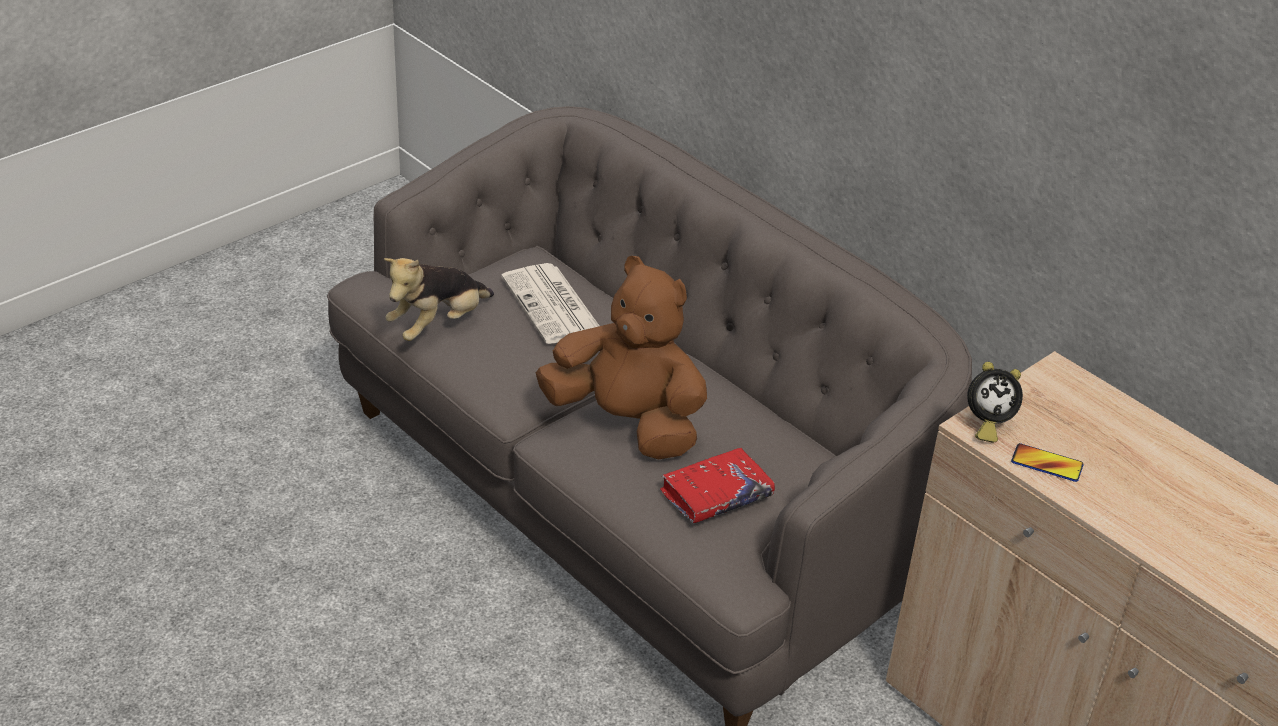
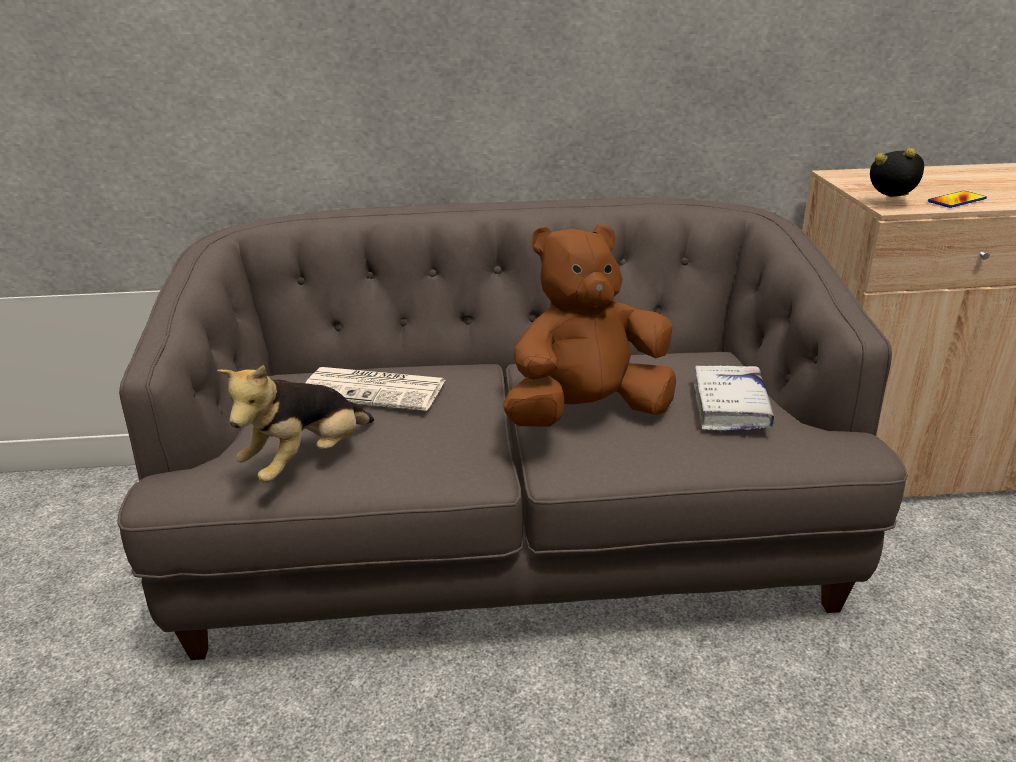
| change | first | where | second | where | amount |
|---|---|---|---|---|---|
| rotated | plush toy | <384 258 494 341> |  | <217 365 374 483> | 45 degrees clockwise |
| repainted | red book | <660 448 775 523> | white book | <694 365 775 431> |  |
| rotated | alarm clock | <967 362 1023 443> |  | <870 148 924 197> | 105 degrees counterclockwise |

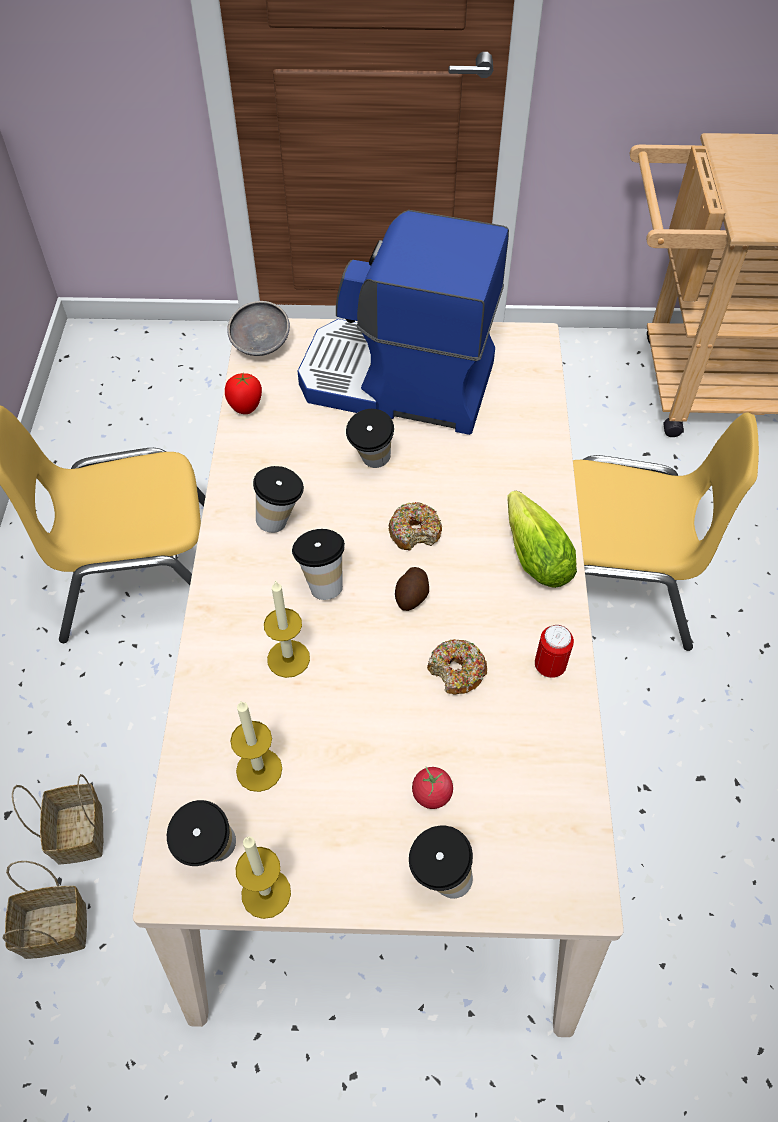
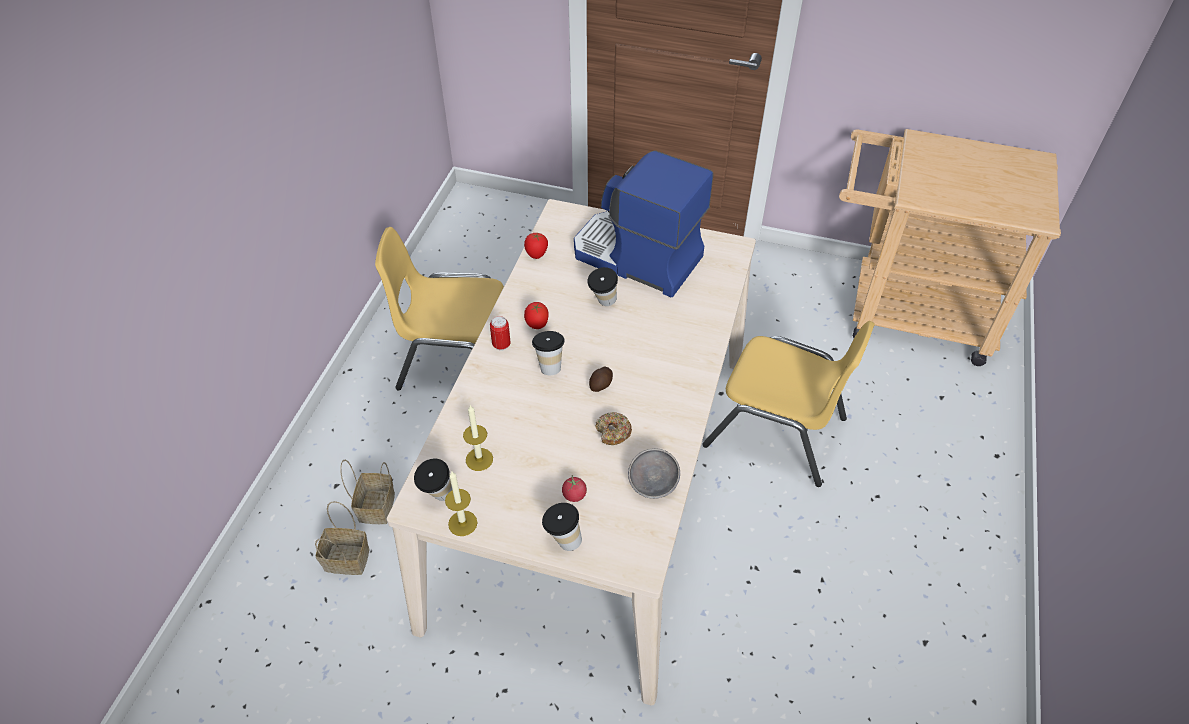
| change | first | where | second | where | amount |
|---|---|---|---|---|---|
| shifted | can | <535 625 574 678> |  | <490 316 510 351> |  |
| swapped | cup | <253 466 304 533> | tomato | <524 302 549 329> |  |
| shifted | grey bowl | <227 301 290 356> |  | <628 448 680 499> |  |
| gone | candle | <264 580 310 678> |  |  |  |
| gone | donut | <388 502 442 551> |  |  |  |
| gone | lettuce | <508 491 577 588> |  |  |  |

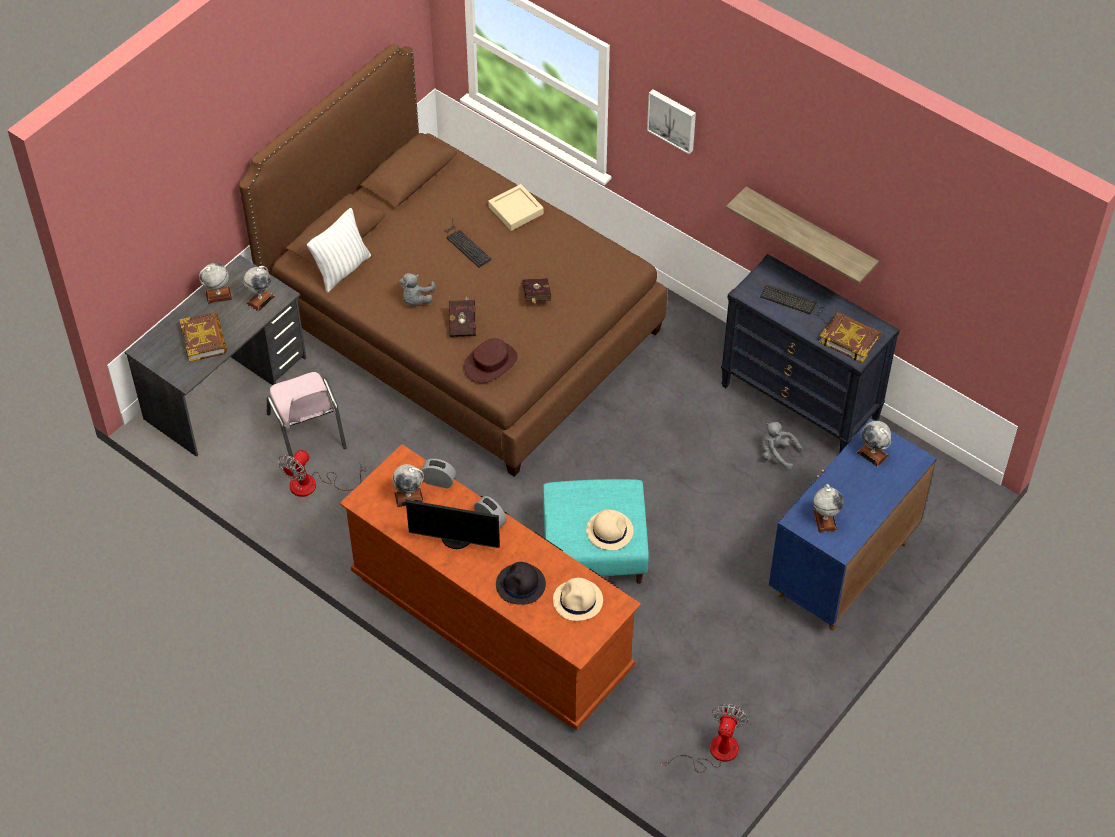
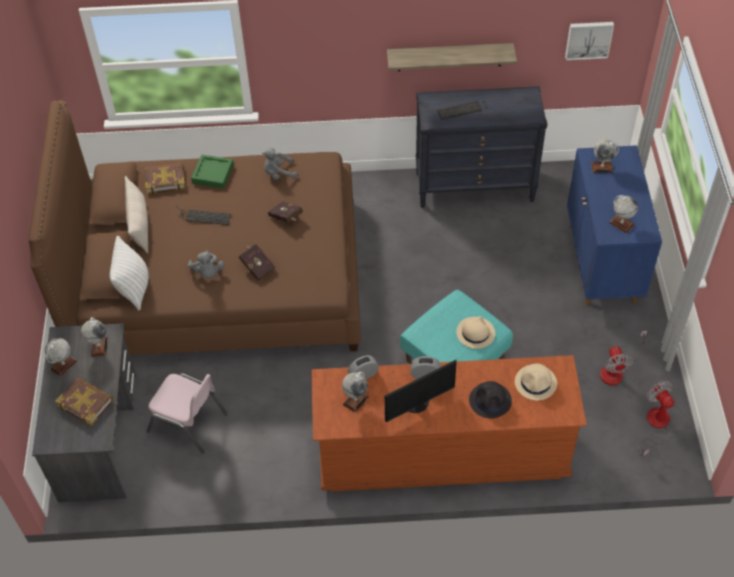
| change | first | where | second | where | amount |
|---|---|---|---|---|---|
| new |  |  | beige pillow | <125 176 148 254> |  |
| shifted | book | <819 312 881 363> |  | <145 163 186 194> |  |
| repainted | beige tray | <488 184 544 231> | green tray | <191 155 234 189> |  |
| shifted | grey plush toy | <762 422 803 471> |  | <262 147 298 180> |  |
| shifted | picture | <647 89 696 154> |  | <565 22 614 60> |  |
| shifted | fan | <278 450 366 497> |  | <600 331 647 385> |  |
| gone | brown hat | <464 338 518 383> |  |  |  |

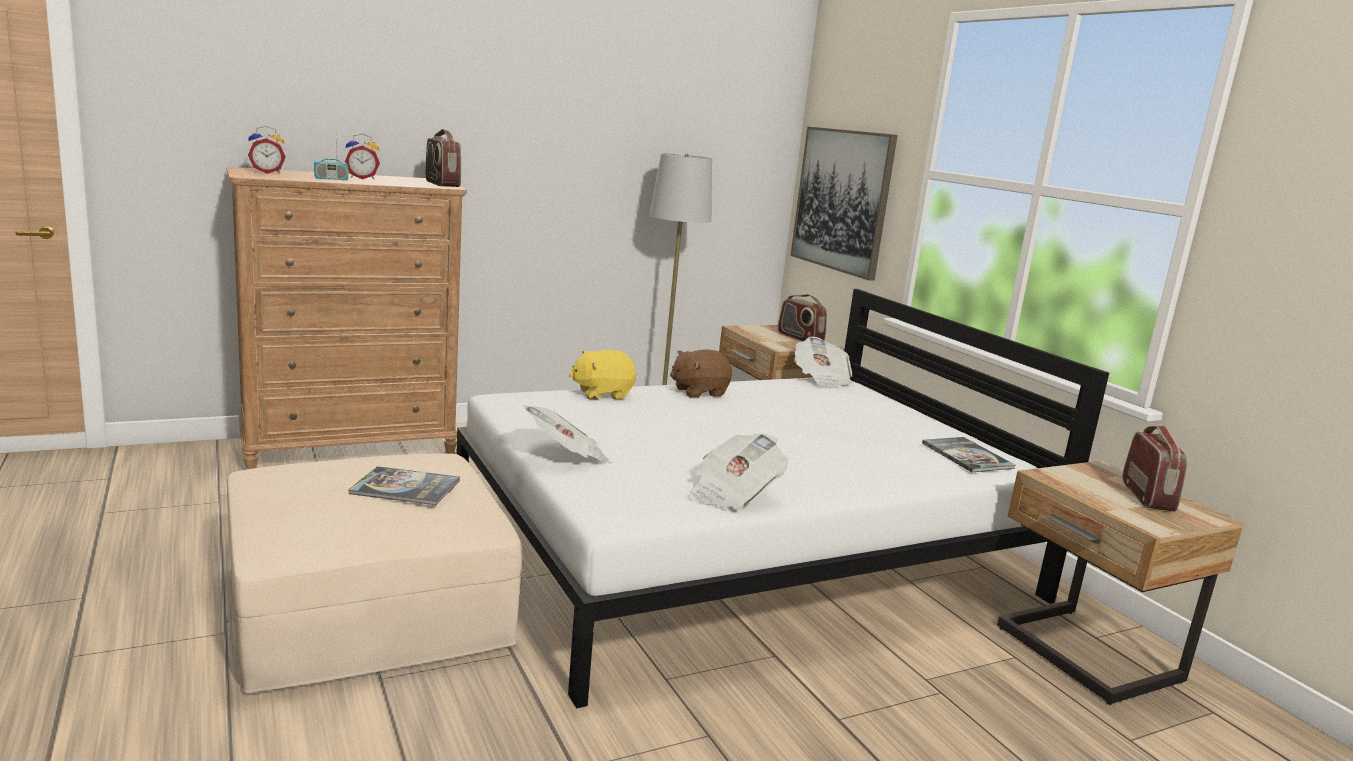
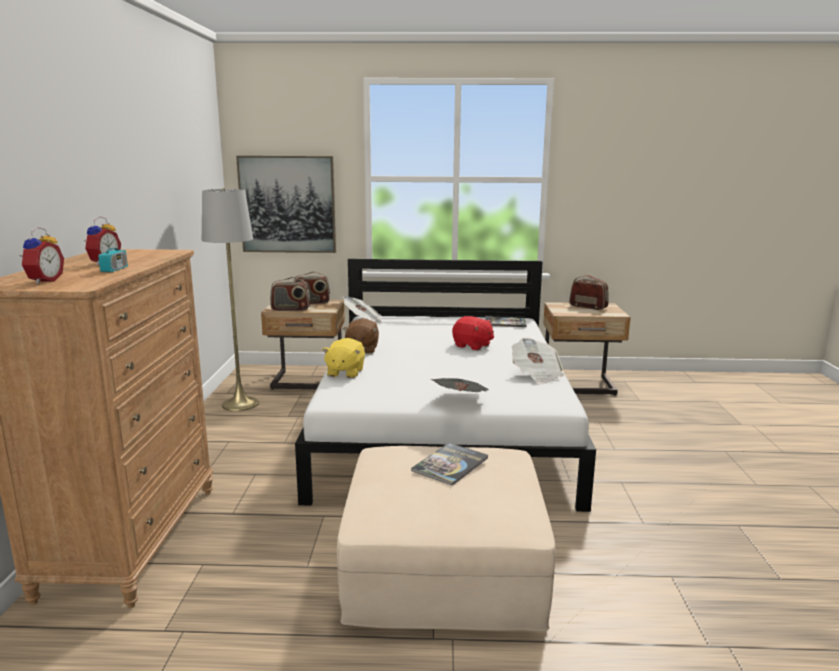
| change | first | where | second | where | amount |
|---|---|---|---|---|---|
| shifted | radio | <426 129 461 187> |  | <270 277 310 311> |  |
| new |  |  | red plush toy | <452 316 494 351> |  |

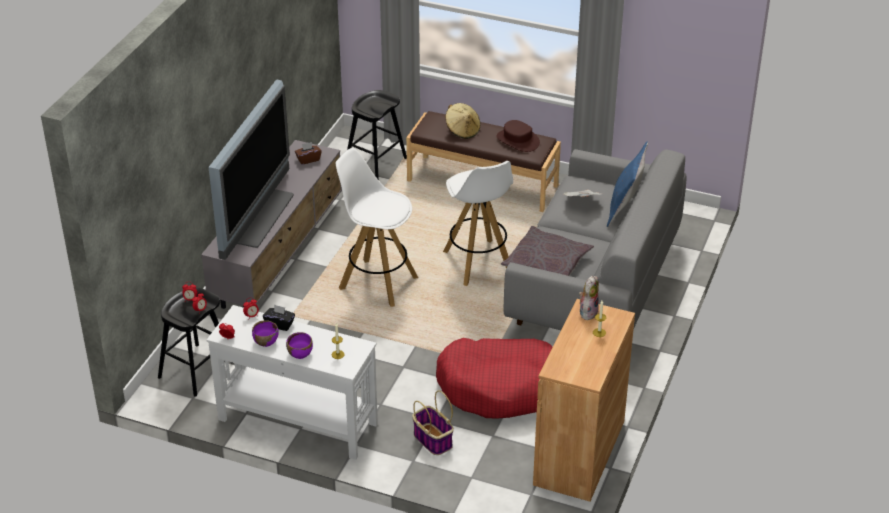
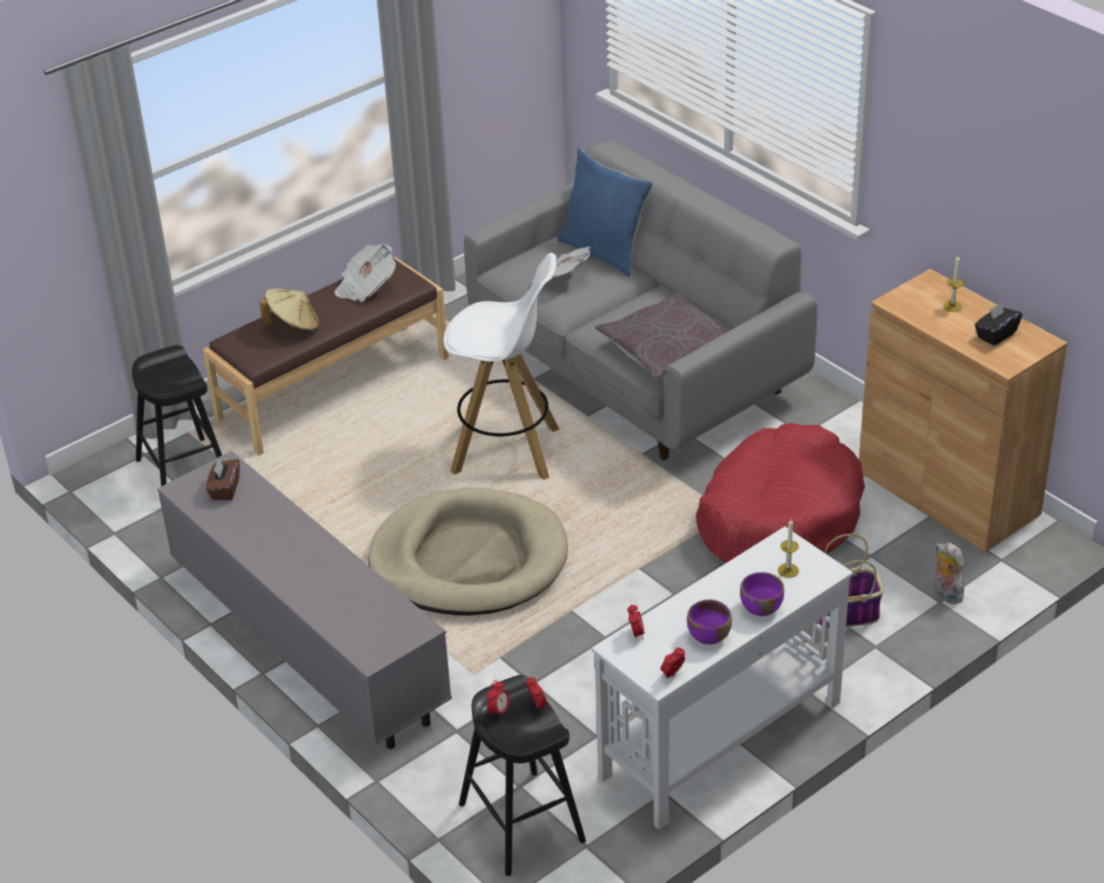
| change | first | where | second | where | amount |
|---|---|---|---|---|---|
| swapped | brown hat | <496 120 540 152> | newspaper | <334 244 396 302> |  |
| swapped | white stool | <335 148 418 307> | beige dog bed | <368 487 568 616> |  |
| shifted | plush toy | <579 276 599 320> |  | <934 542 964 604> |  |
| shifted | black tissue box | <263 304 295 331> |  | <975 302 1022 346> |  |
| gone | television | <209 79 294 260> |  |  |  |

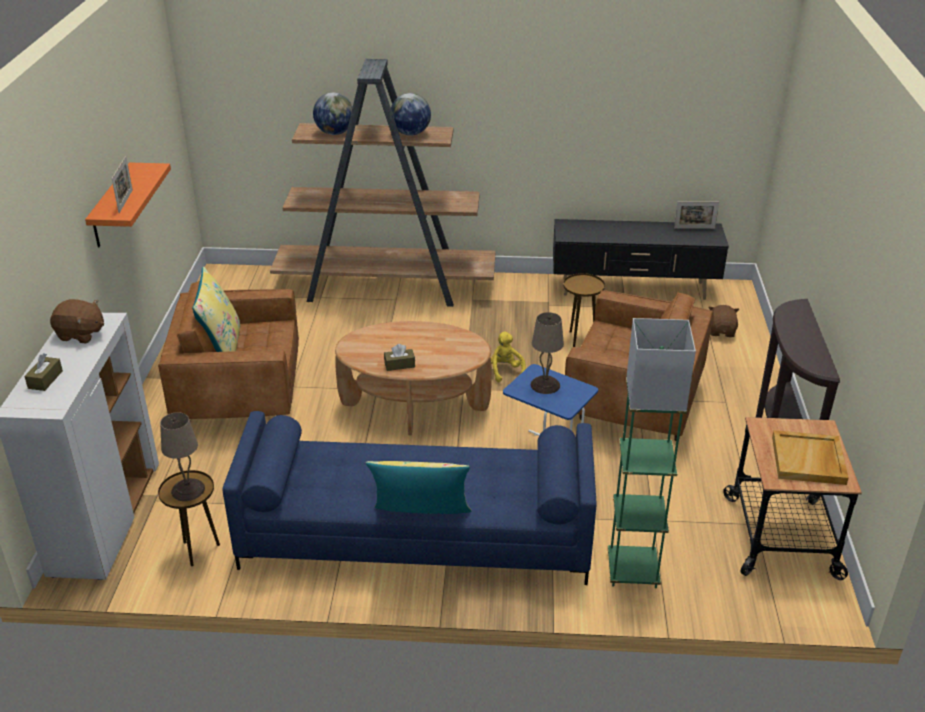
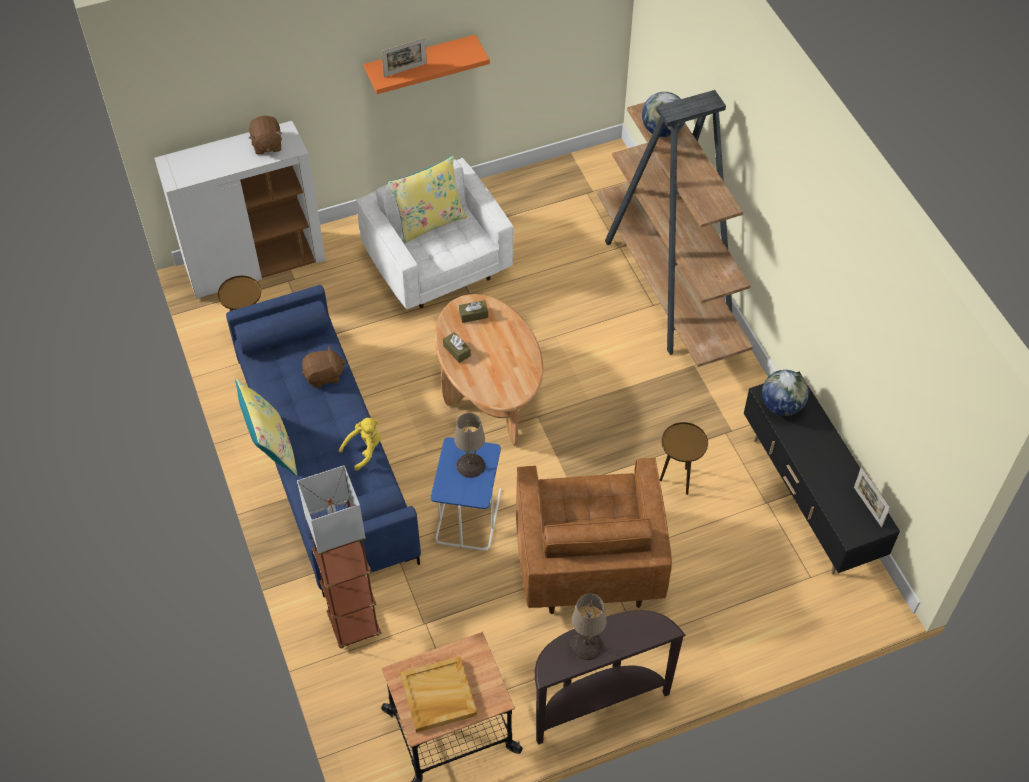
| change | first | where | second | where | amount |
|---|---|---|---|---|---|
| repainted | green floor lamp | <608 318 696 588> | brown floor lamp | <297 465 381 649> |  |
| shifted | brown plush toy | <708 305 739 337> |  | <302 346 346 388> |  |
| shifted | yellow plush toy | <491 332 526 383> |  | <339 418 381 471> |  |
| repainted | brown armchair | <158 281 299 419> | white armchair | <356 158 514 309> |  |
| shifted | brown tissue box | <24 353 63 391> |  | <459 300 488 323> |  |
| shifted | beige table lamp | <160 412 205 501> |  | <571 594 607 660> |  |
| shifted | globe | <391 93 431 136> |  | <762 370 809 416> |  |

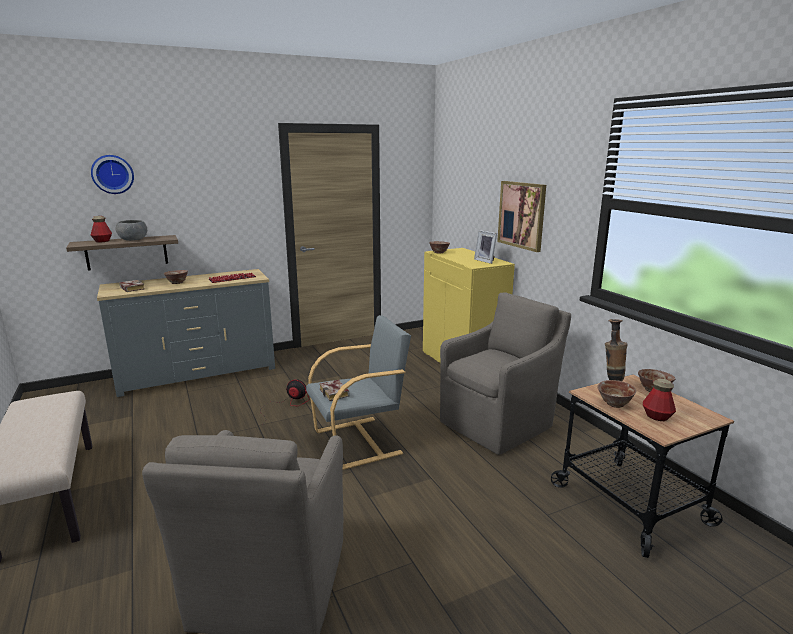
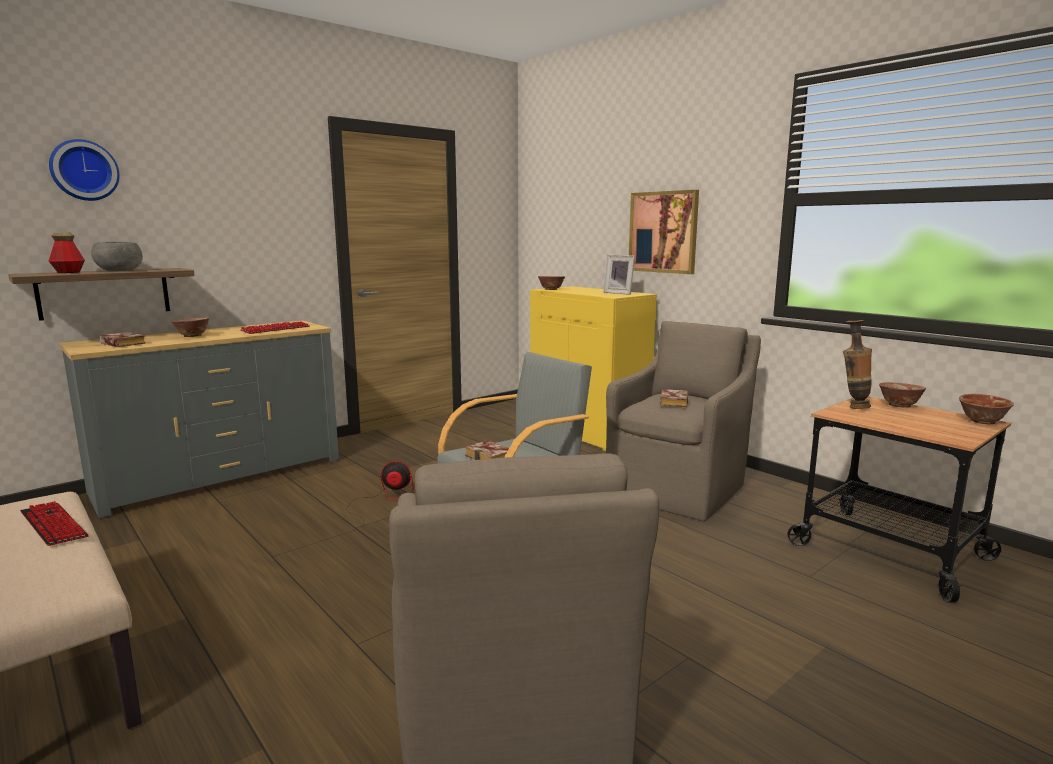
| change | first | where | second | where | amount |
|---|---|---|---|---|---|
| new |  |  | keyboard | <20 501 89 546> |  |
| new |  |  | book | <660 389 688 407> |  |
| shifted | bowl | <597 380 636 408> |  | <959 394 1014 424> |  |
| gone | bottle | <643 379 676 421> |  |  |  |

